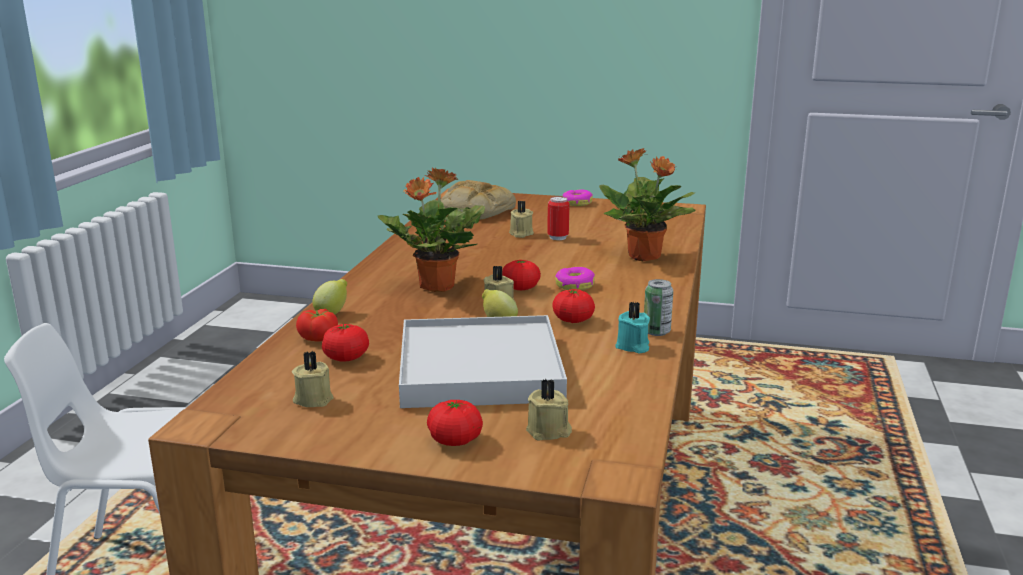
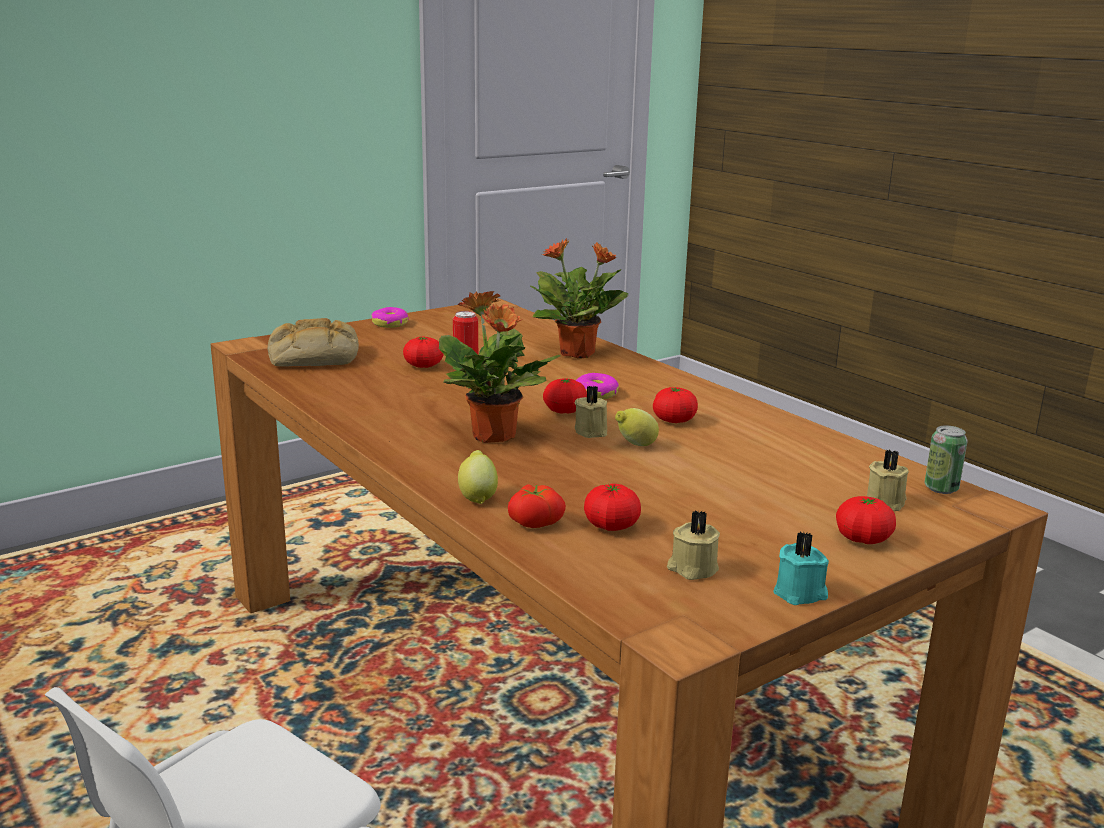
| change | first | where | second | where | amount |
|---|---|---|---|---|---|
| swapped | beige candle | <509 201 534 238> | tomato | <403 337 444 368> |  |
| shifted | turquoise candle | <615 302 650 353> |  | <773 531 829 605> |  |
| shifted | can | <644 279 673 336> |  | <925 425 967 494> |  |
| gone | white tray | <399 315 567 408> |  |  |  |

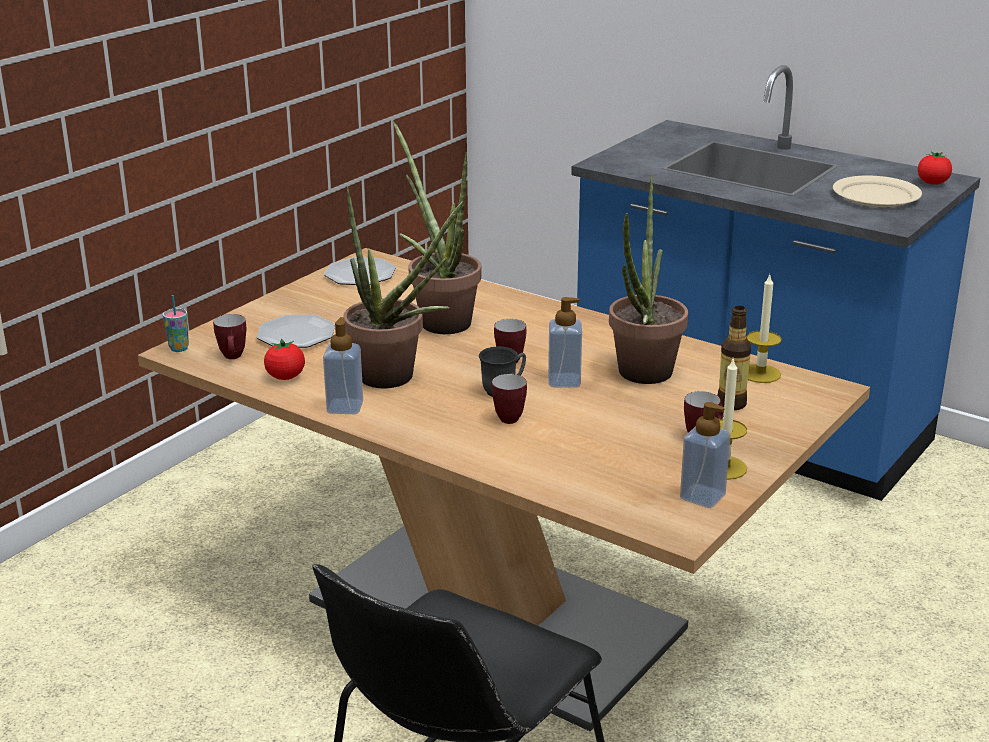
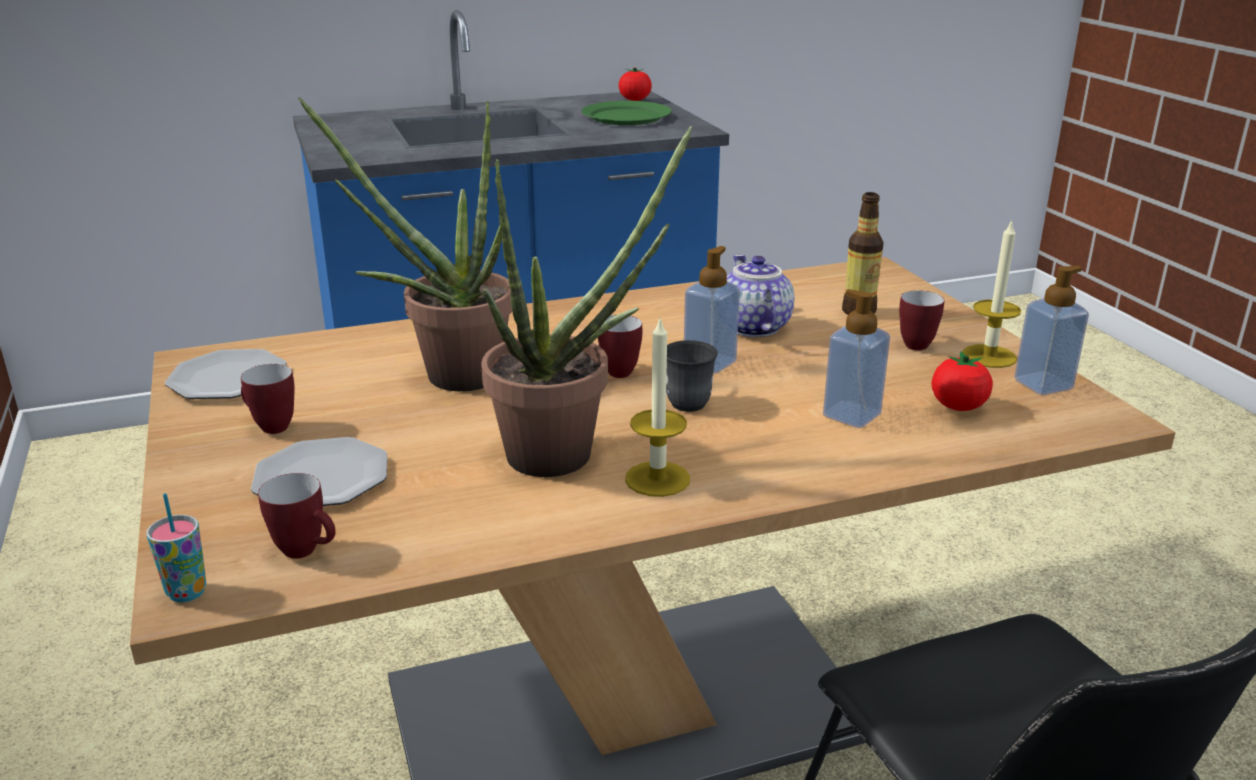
| change | first | where | second | where | amount |
|---|---|---|---|---|---|
| shifted | mug | <492 374 527 424> |  | <241 364 295 434> |  |
| repainted | beige plate | <833 175 922 207> | green plate | <582 101 672 125> |  |
| shifted | candle | <746 275 782 383> |  | <625 316 690 497> |  |
| swapped | potted plant | <609 174 688 384> | teapot | <727 254 795 337> |  |
| shifted | soap dispenser | <323 317 363 414> |  | <823 289 890 428> |  |
| shifted | tomato | <264 339 305 380> |  | <932 351 993 411> |  |

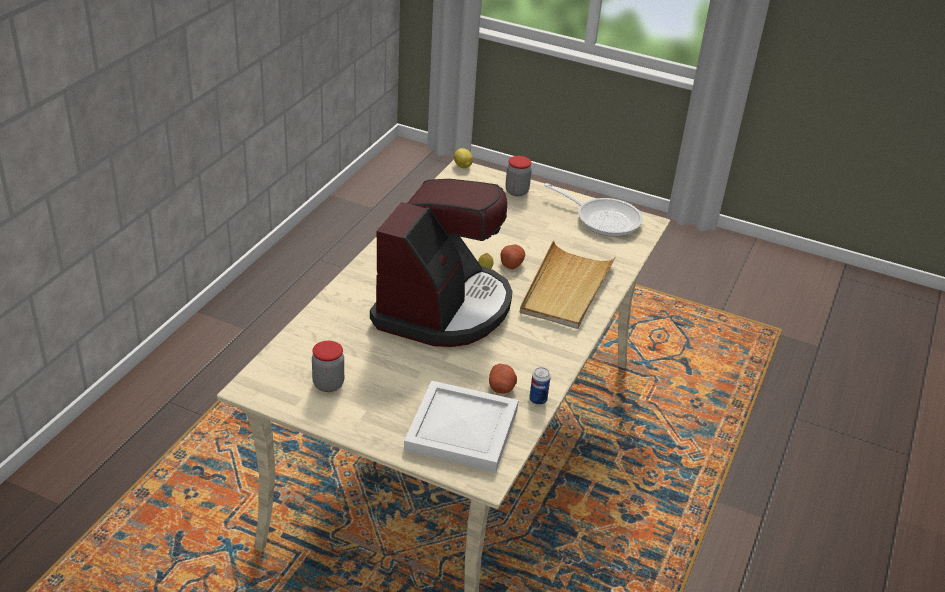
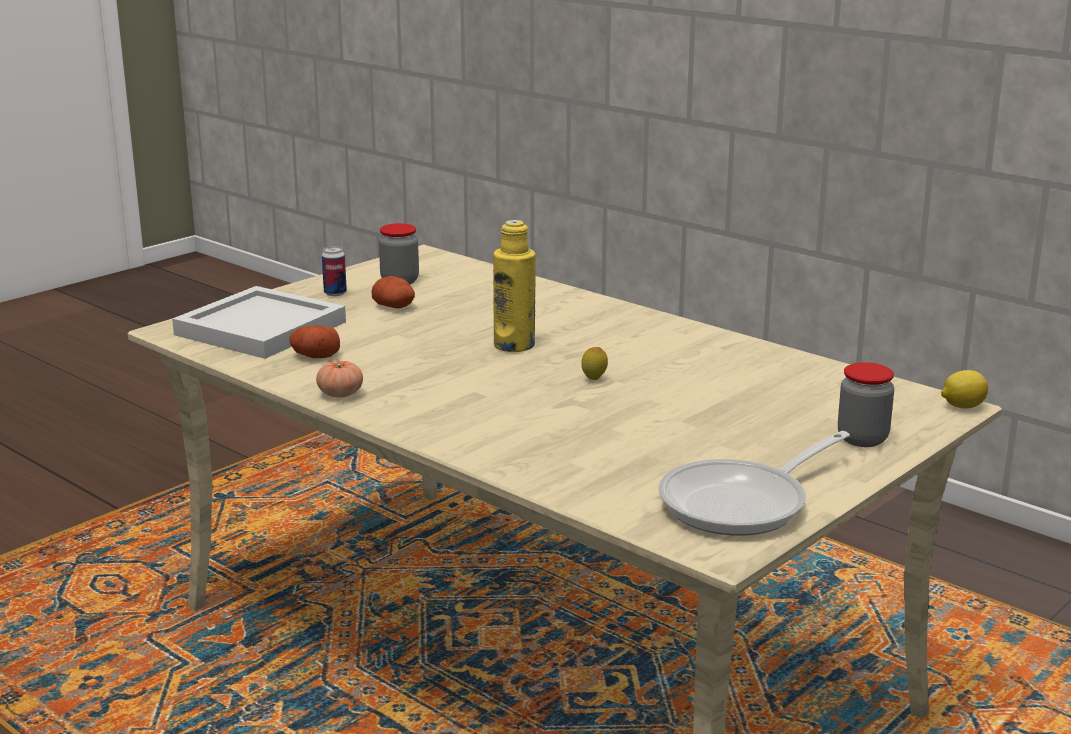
| change | first | where | second | where | amount |
|---|---|---|---|---|---|
| new |  |  | tomato | <316 361 363 398> |  |
| shifted | can | <529 367 551 405> |  | <322 246 347 296> |  |
| shifted | potato | <501 245 525 269> |  | <372 276 415 309> |  |
| swapped | coffee machine | <370 179 513 347> | yellow bottle | <493 220 536 352> |  |
| gone | beige tray | <520 240 616 329> |  |  |  |

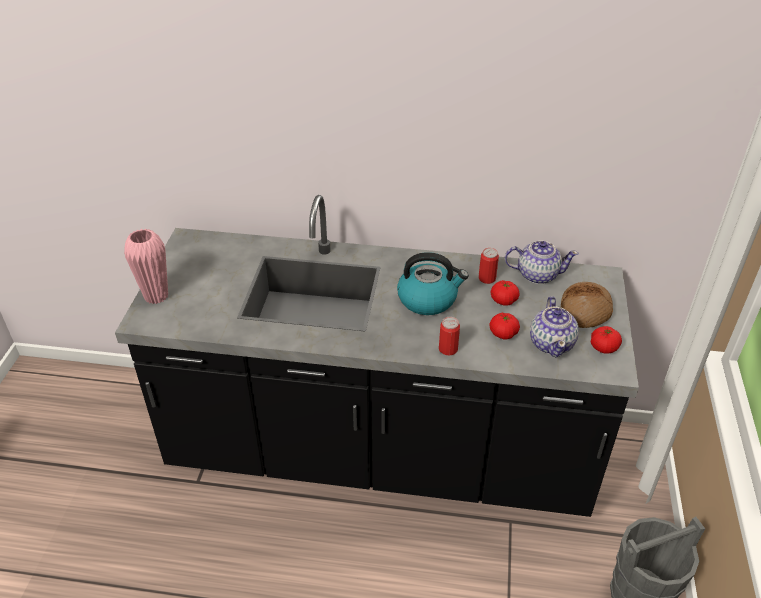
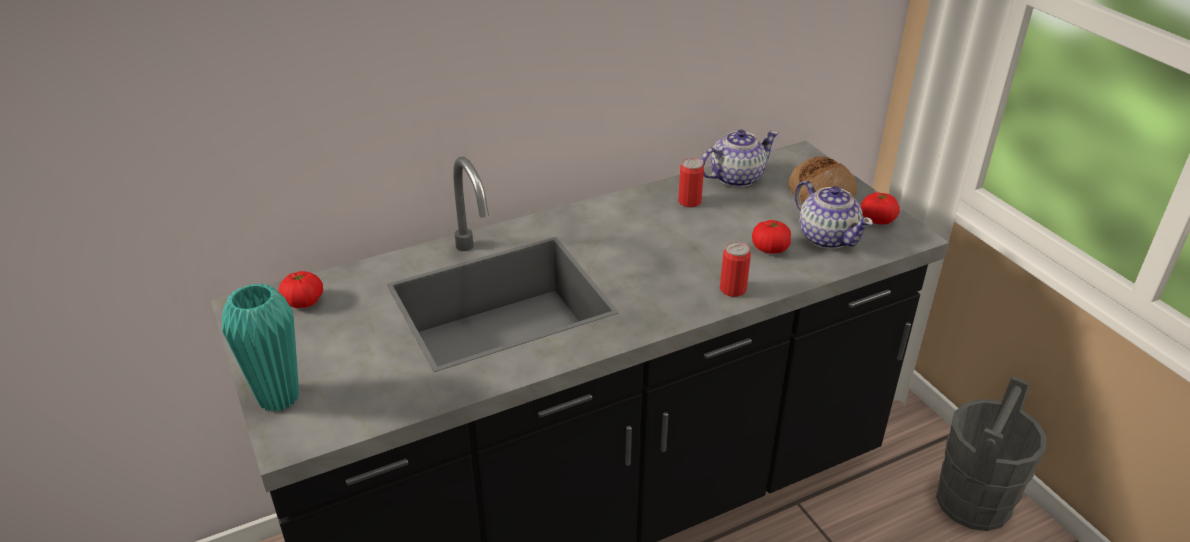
| change | first | where | second | where | amount |
|---|---|---|---|---|---|
| repainted | pink vase | <124 229 168 304> | turquoise vase | <222 283 299 412> |  |
| shifted | tomato | <490 280 520 306> |  | <279 271 323 308> |  |
| gone | kettle | <397 252 469 315> |  |  |  |

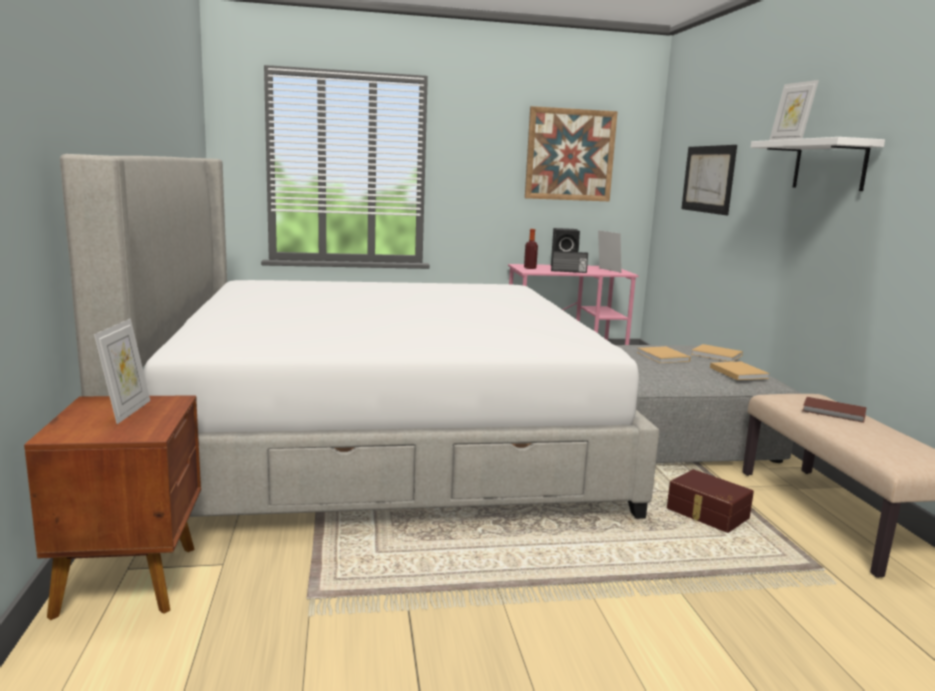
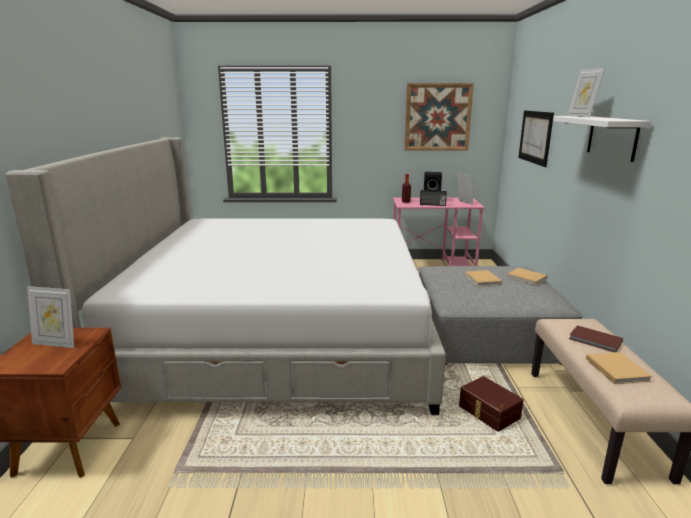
| change | first | where | second | where | amount |
|---|---|---|---|---|---|
| rotated | picture frame | <94 319 150 424> |  | <27 286 74 348> | 90 degrees clockwise |
| shifted | beige book | <710 361 770 380> |  | <586 352 653 384> |  |

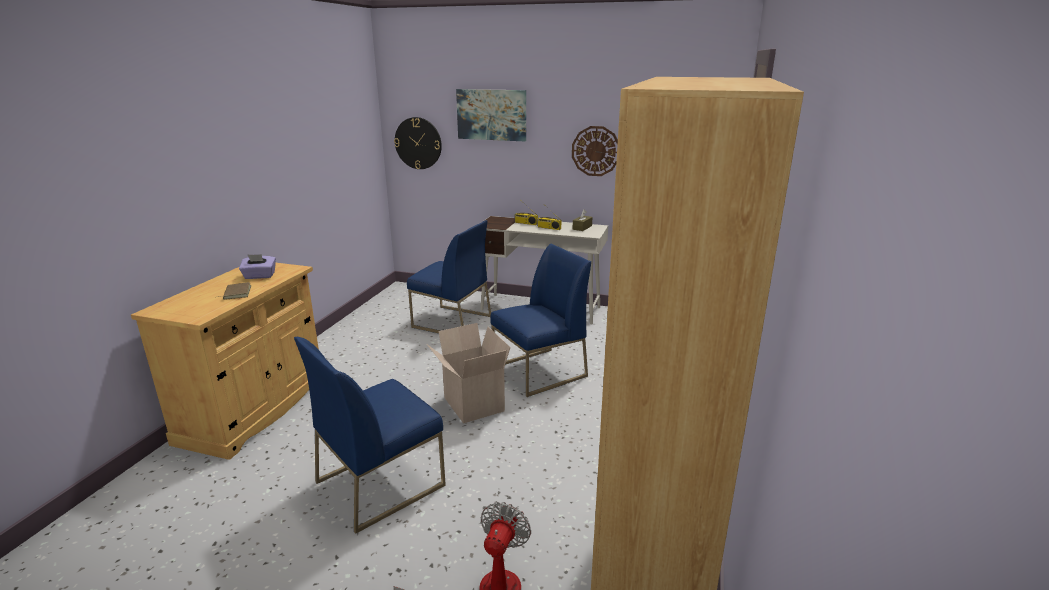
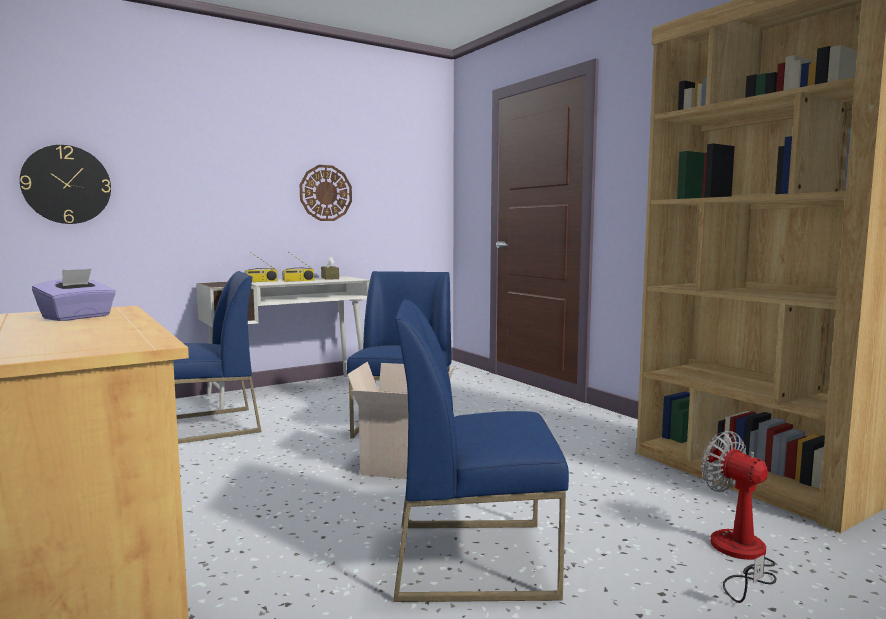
| change | first | where | second | where | amount |
|---|---|---|---|---|---|
| rotated | blue chair | <294 337 446 534> |  | <394 300 569 602> | 90 degrees clockwise |
| gone | brown book | <217 282 251 300> |  |  |  |
| gone | picture | <456 89 526 141> |  |  |  |

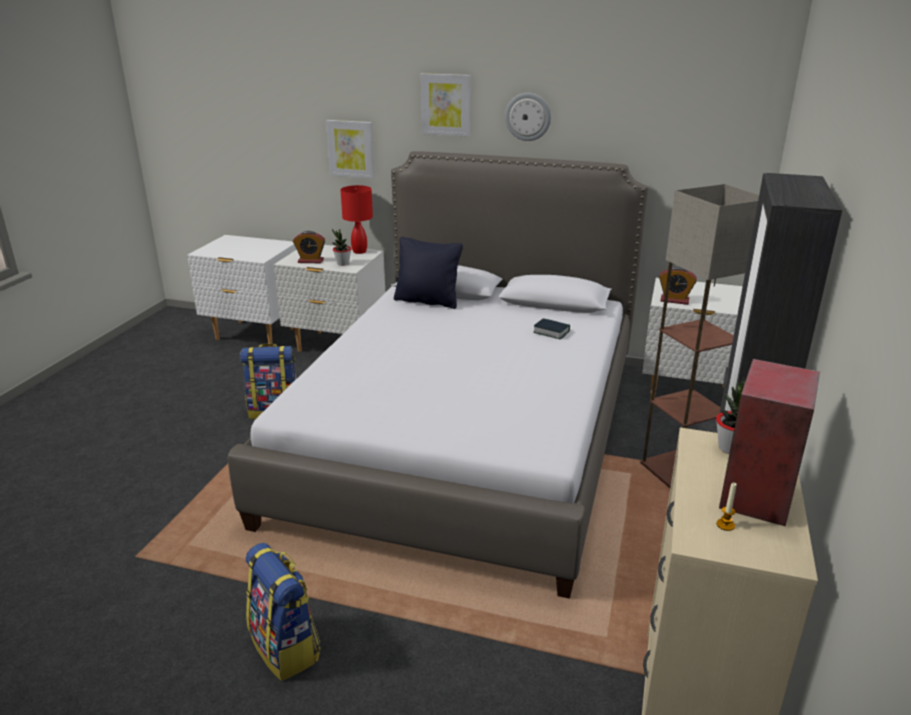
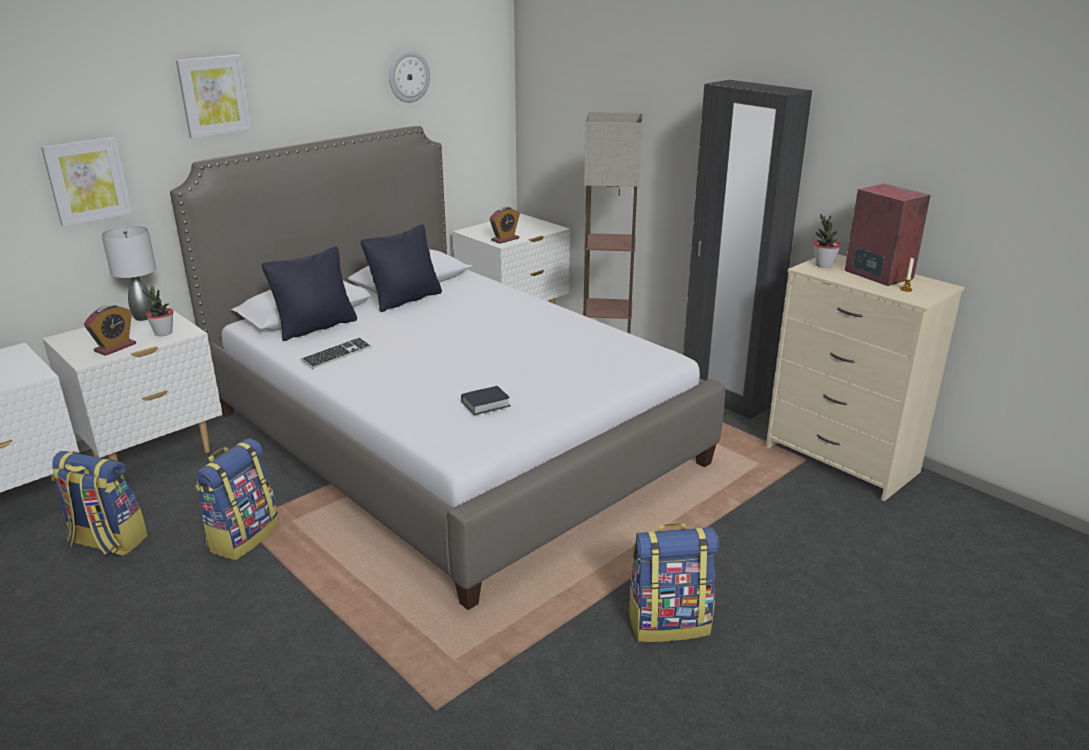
| change | first | where | second | where | amount |
|---|---|---|---|---|---|
| new |  |  | backpack | <52 451 148 556> |  |
| repainted | red table lamp | <340 185 373 254> | grey table lamp | <101 226 156 321> |  |
| new |  |  | keyboard | <301 337 372 369> |  |
| new |  |  | black pillow | <361 224 442 312> |  |
| shifted | wall clock | <505 93 551 141> |  | <389 51 430 103> |  |
| shifted | book | <533 318 570 339> |  | <461 386 510 415> |  |

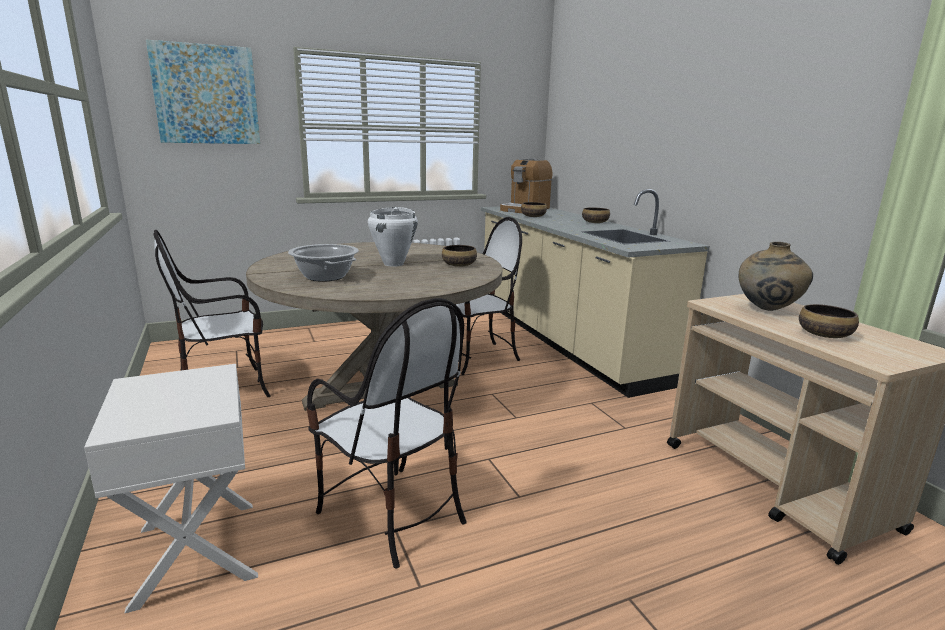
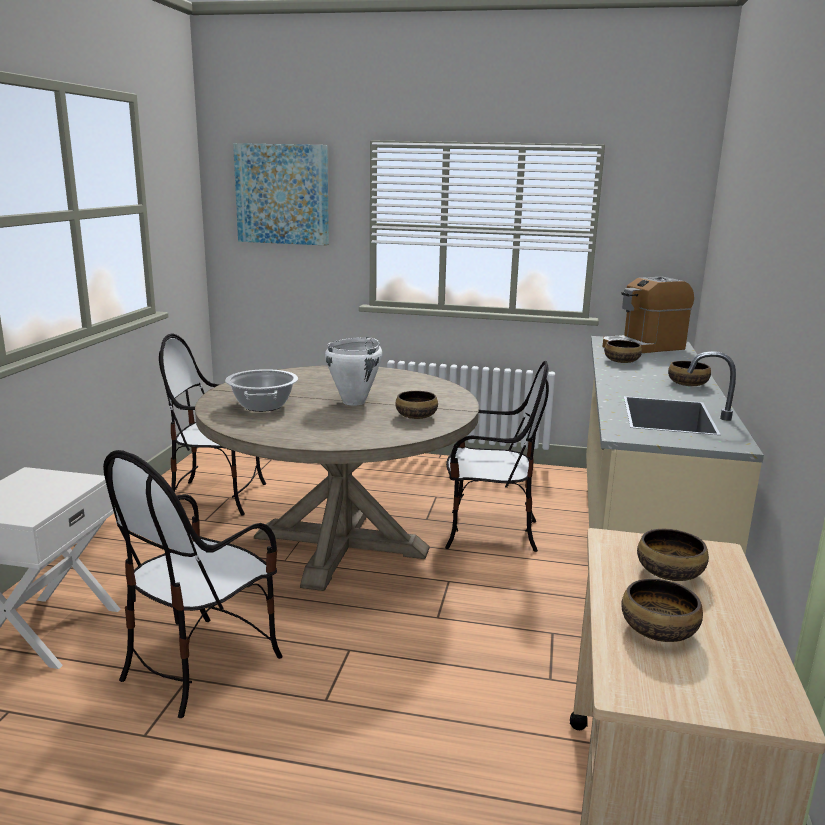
| change | first | where | second | where | amount |
|---|---|---|---|---|---|
| rotated | chair | <307 298 467 569> |  | <103 450 282 718> | 45 degrees clockwise |
| swapped | beige vase | <739 242 813 311> | bowl | <637 529 709 581> |  |

